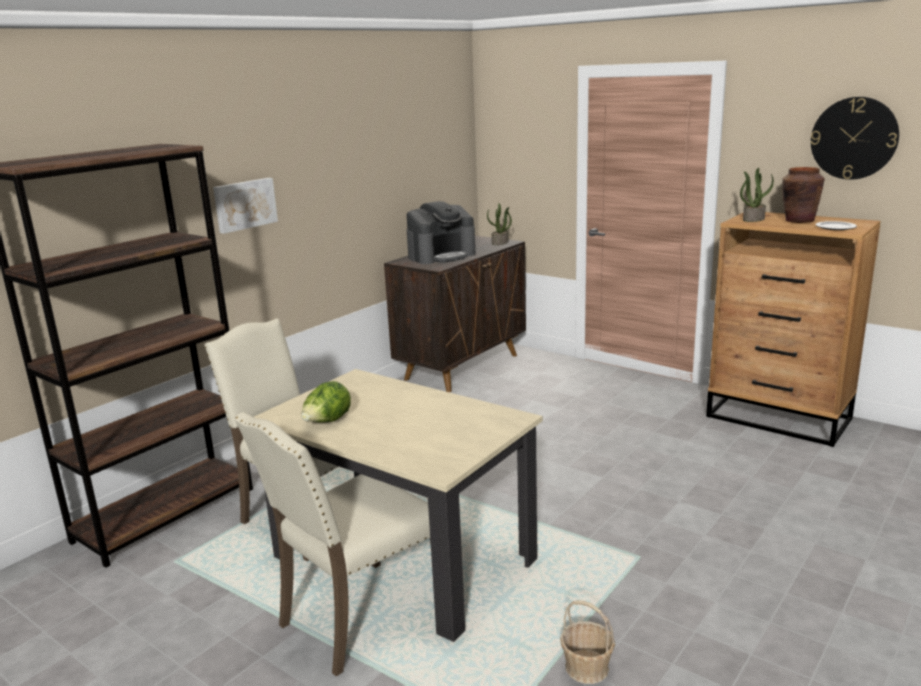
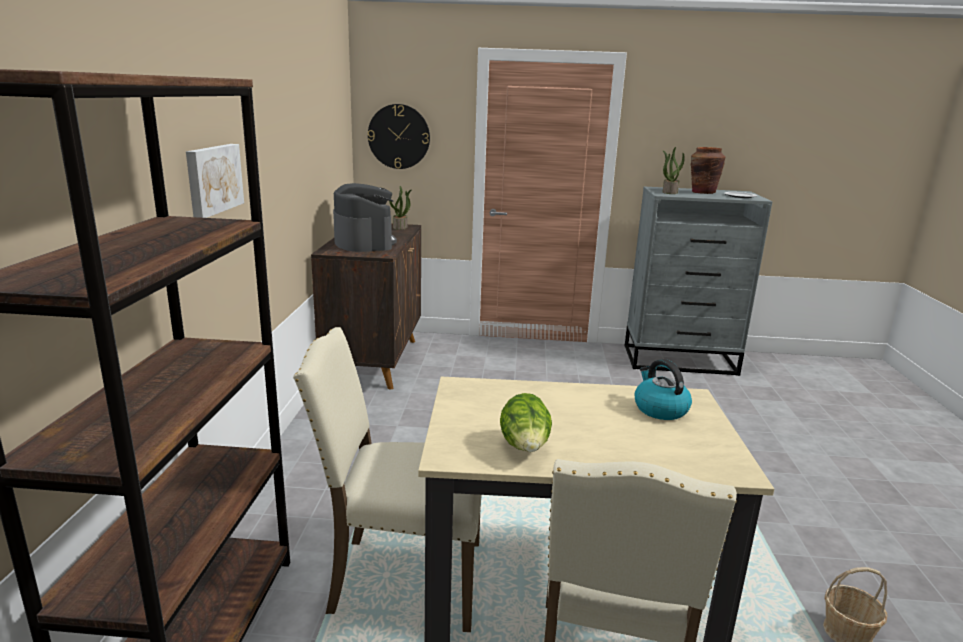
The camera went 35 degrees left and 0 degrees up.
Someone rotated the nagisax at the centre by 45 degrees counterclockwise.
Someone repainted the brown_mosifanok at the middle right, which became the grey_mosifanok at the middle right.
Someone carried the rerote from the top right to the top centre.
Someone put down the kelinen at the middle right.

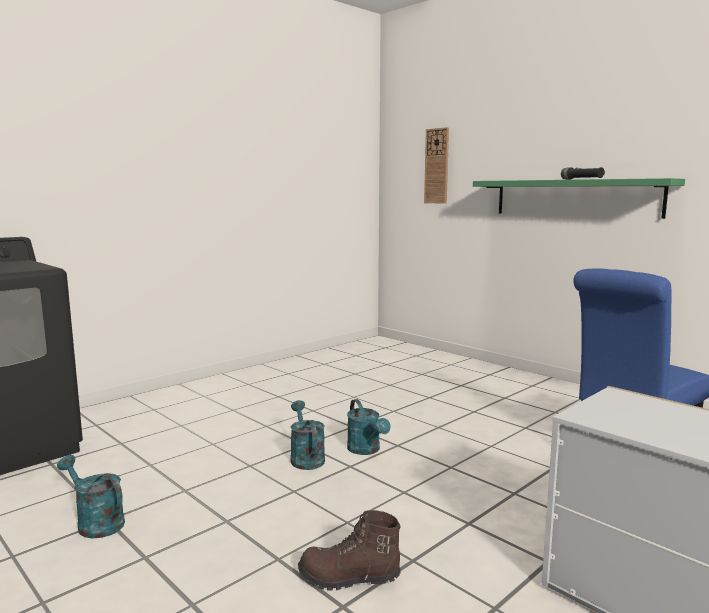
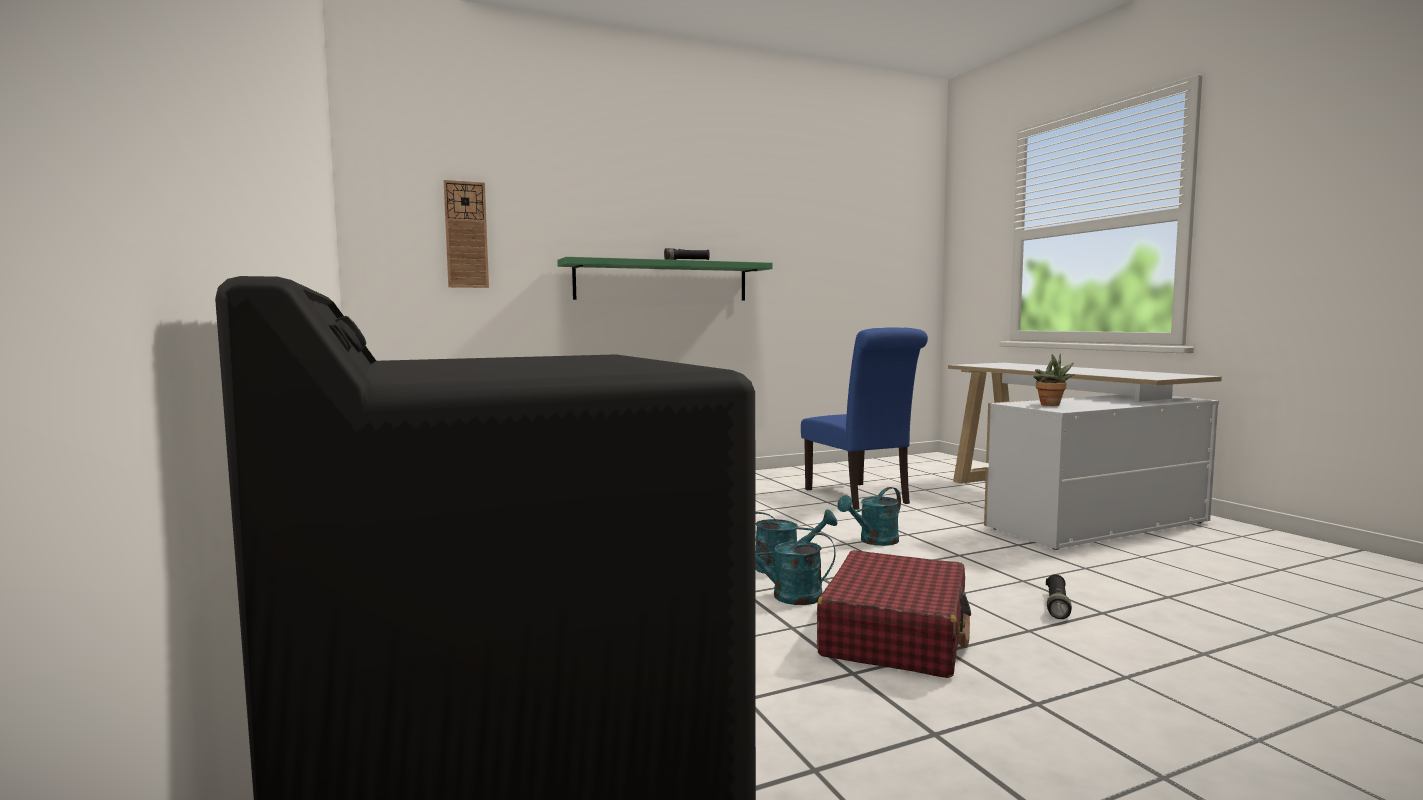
The camera went 70 degrees left and 5 degrees down.
Someone carried the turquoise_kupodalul (no. 1 from left in the first image) from the bottom left to the centre.
Someone swapped the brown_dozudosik at the bottom centre for the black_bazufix (no. 2 from left) at the bottom right.
Someone put down the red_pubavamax at the bottom centre.
Someone put down the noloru at the middle right.

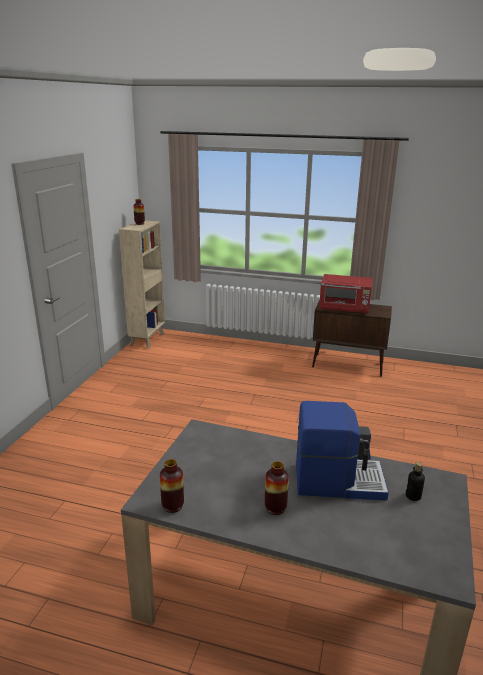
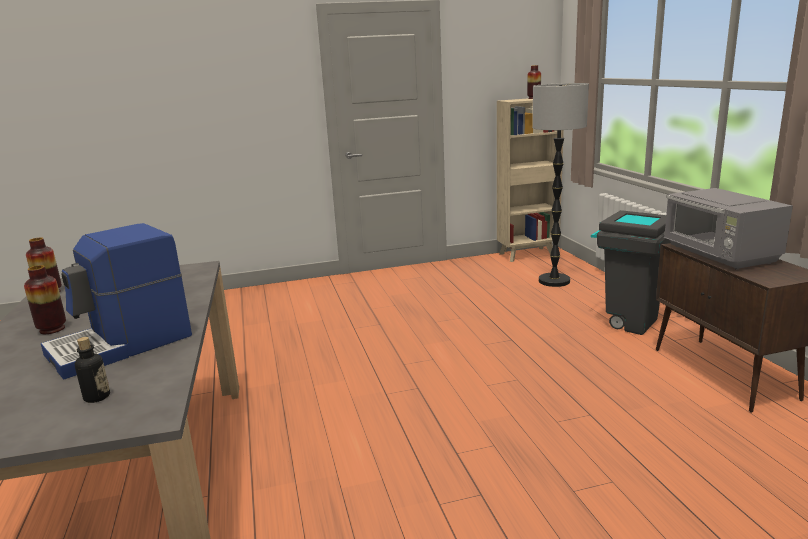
The camera went 60 degrees right and 5 degrees down.
Someone rotated the nagisax at the bottom right by 75 degrees clockwise.
Someone repainted the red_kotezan at the middle right, which became the grey_kotezan at the middle right.
Someone put down the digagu at the middle right.
Someone put down the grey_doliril at the middle right.

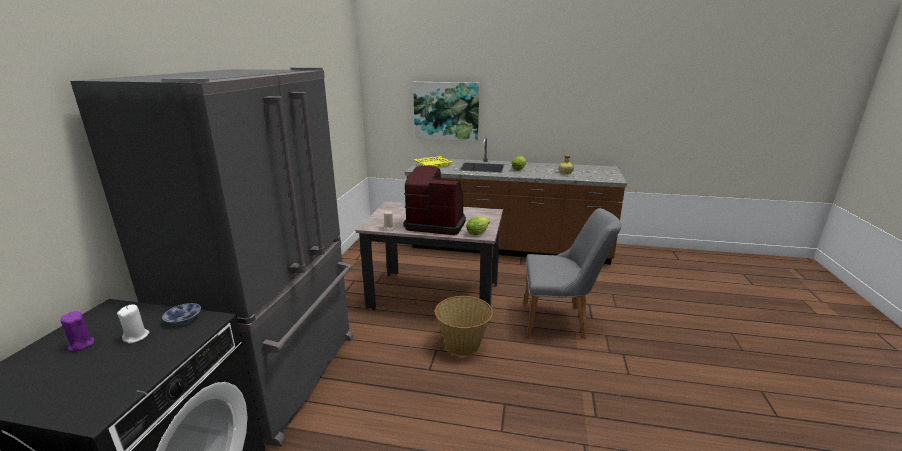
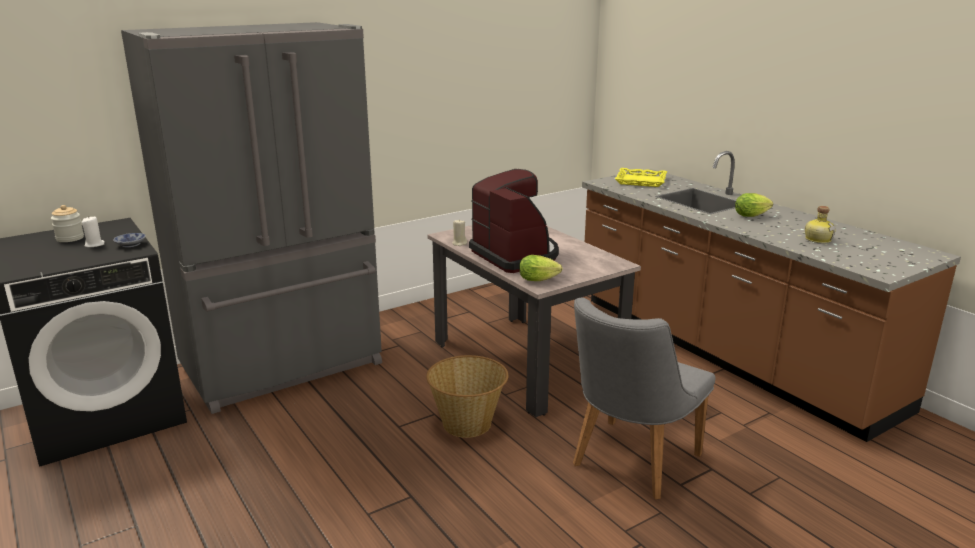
The camera went 45 degrees right and 0 degrees up.
Someone swapped the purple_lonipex at the bottom left for the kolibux at the middle left.
Someone took away the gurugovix at the top centre.
Someone rotated the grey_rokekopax at the centre by 75 degrees clockwise.

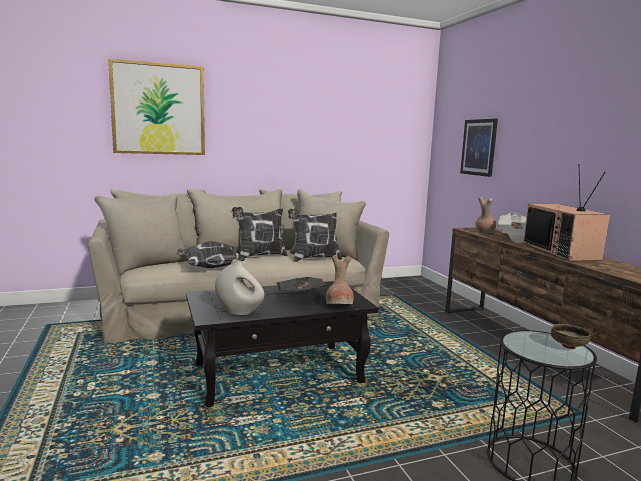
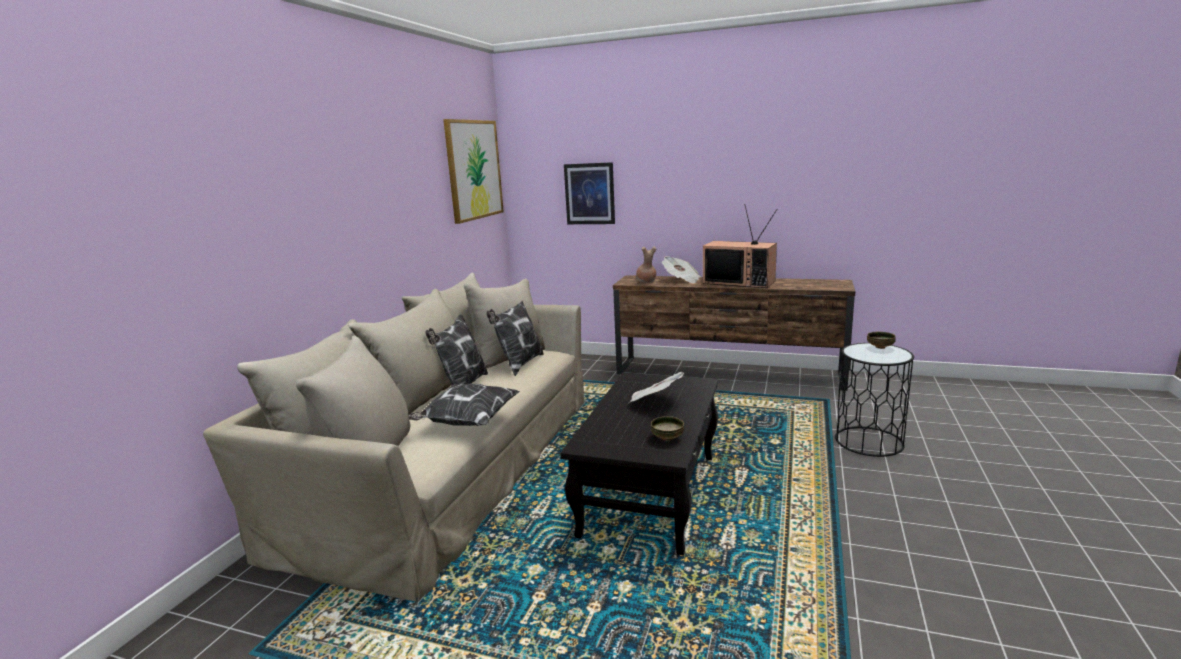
The camera went 50 degrees left and 5 degrees up.
Someone carried the gurugovix (no. 1 from left) from the top left to the top centre.
Someone swapped the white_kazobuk at the centre for the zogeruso (no. 1 from left) at the centre.
Someone took away the brown_kazobuk (no. 1 from left) at the centre.

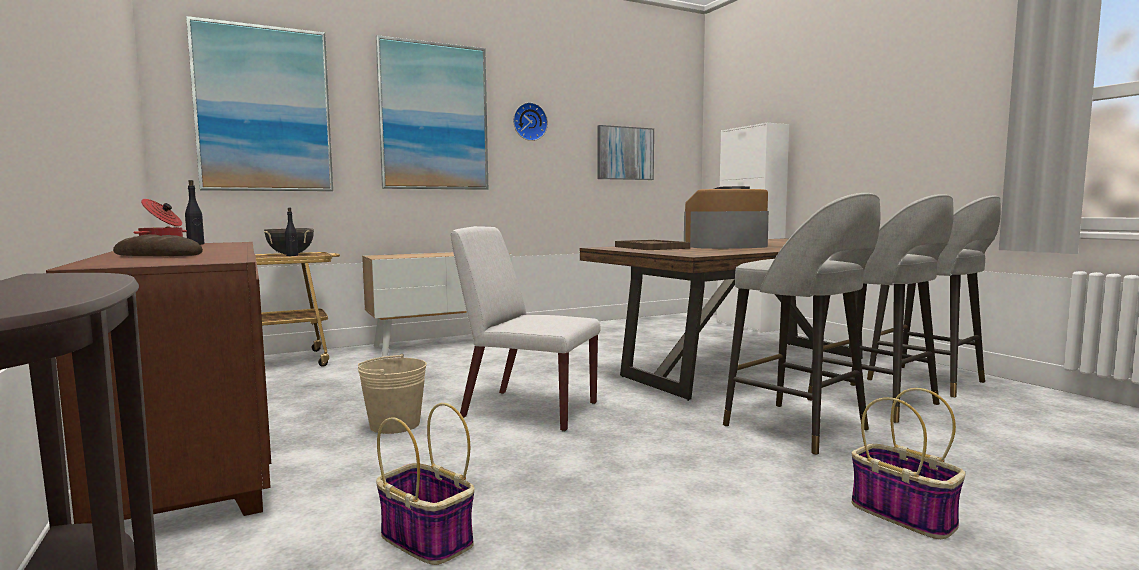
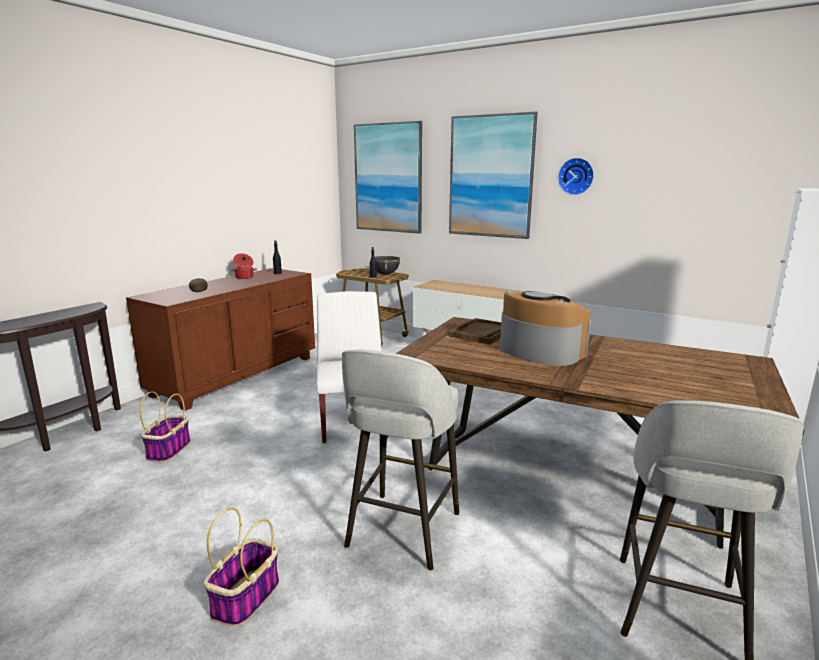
The camera went 60 degrees right and 10 degrees up.
Someone took away the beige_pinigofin at the bottom centre.
Someone took away the gurugovix (no. 3 from left) at the top centre.
Someone took away the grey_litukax (no. 2 from left) at the middle right.

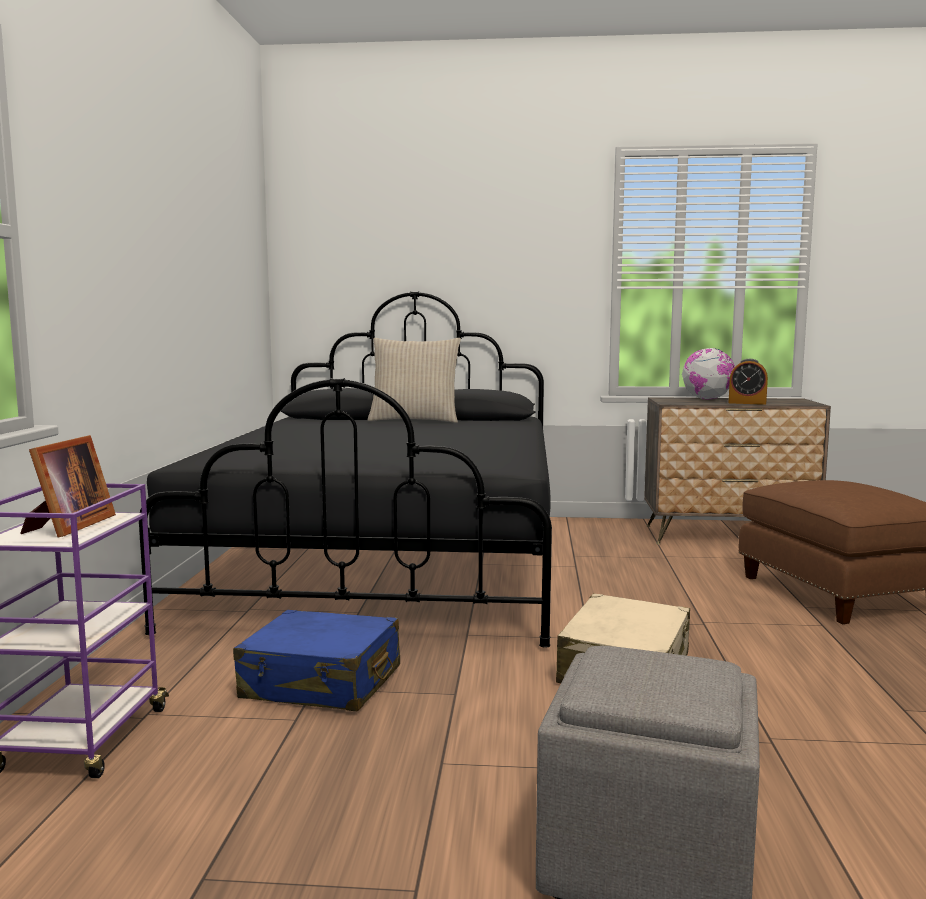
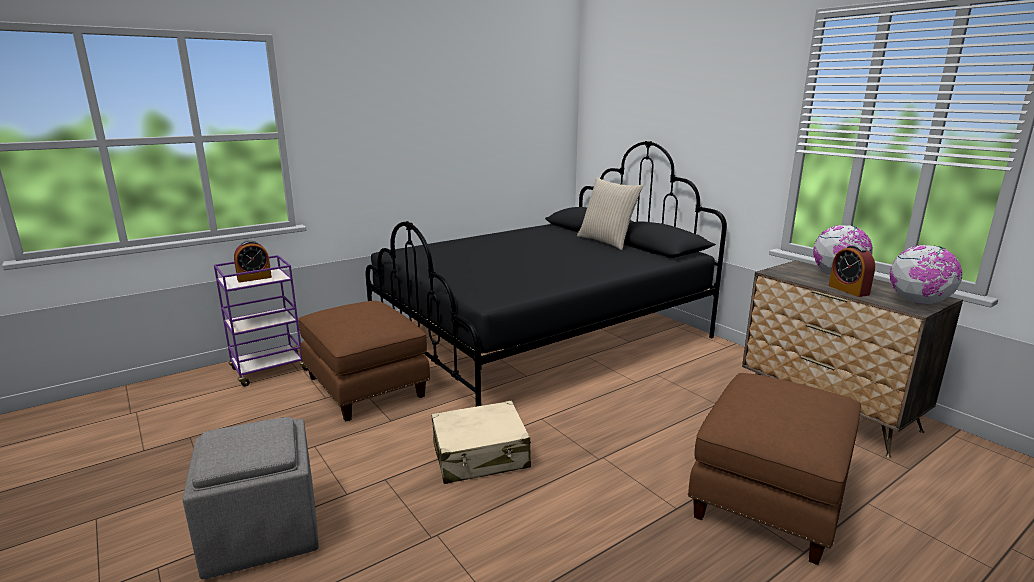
The camera went 50 degrees right and 10 degrees up.
Someone swapped the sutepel at the middle left for the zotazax (no. 1 from left) at the middle left.
Someone swapped the blue_pubavamax at the bottom centre for the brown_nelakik (no. 1 from left) at the centre.
Someone put down the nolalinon (no. 2 from left) at the middle right.

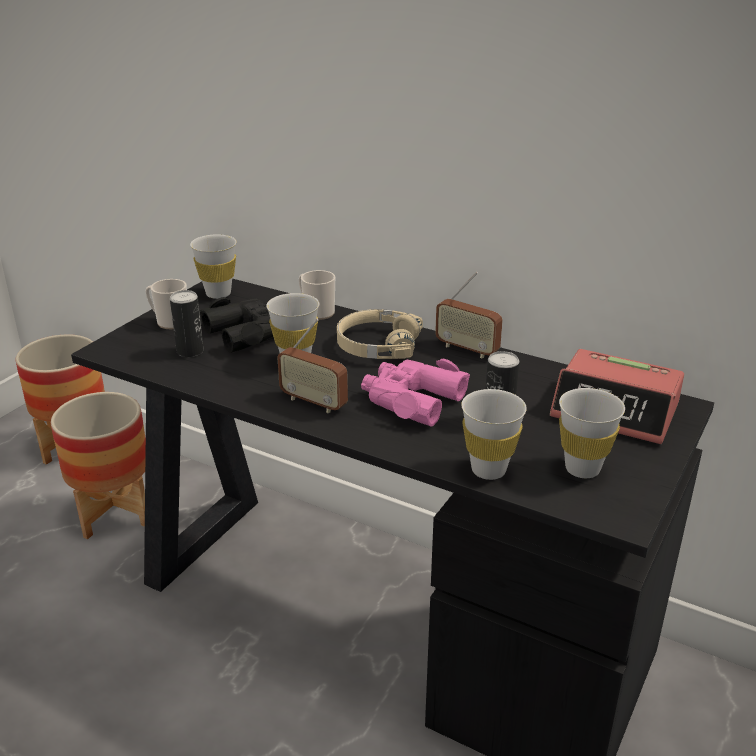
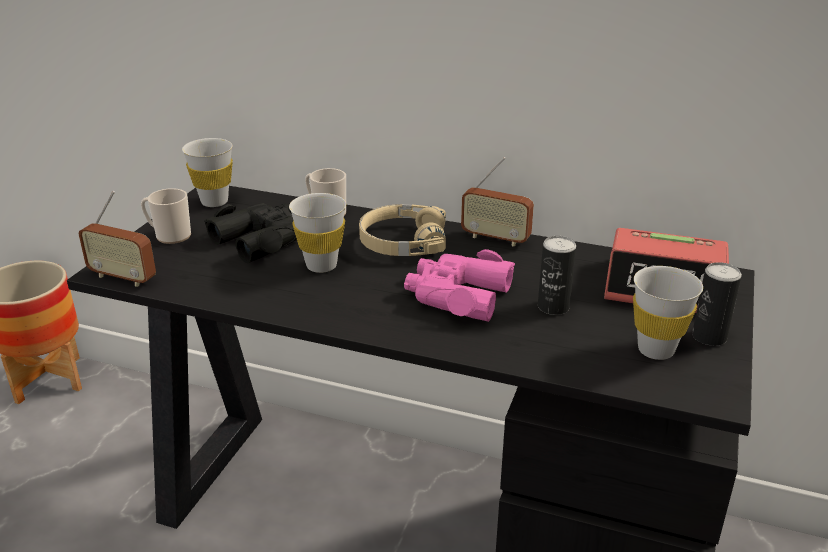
The camera went 10 degrees left and 0 degrees up.
Someone took away the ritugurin (no. 2 from left) at the middle left.
Someone carried the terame (no. 1 from left in the first image) from the middle left to the middle right.
Someone carried the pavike (no. 1 from left) from the centre to the middle left.
Someone took away the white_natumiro (no. 3 from left) at the centre.

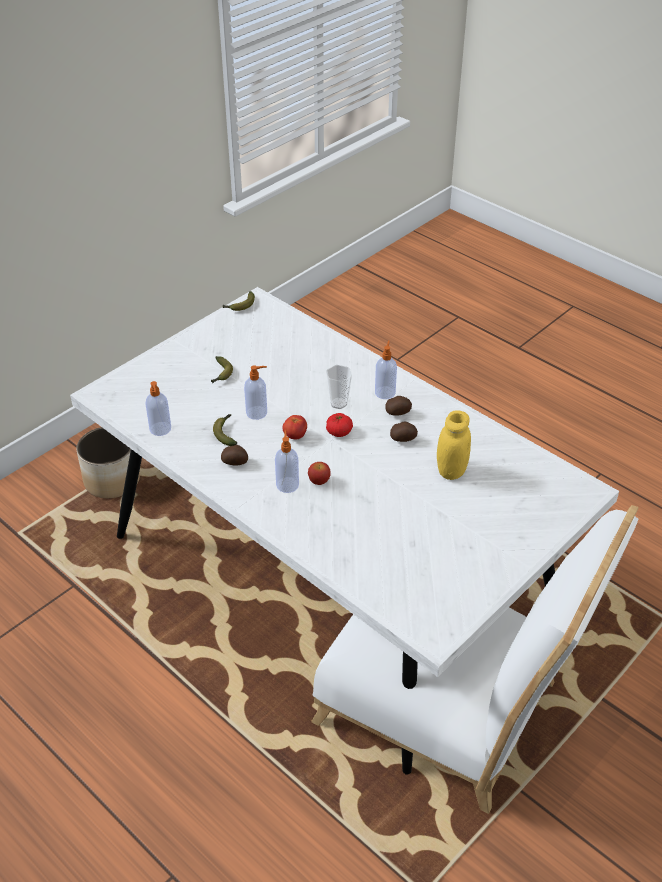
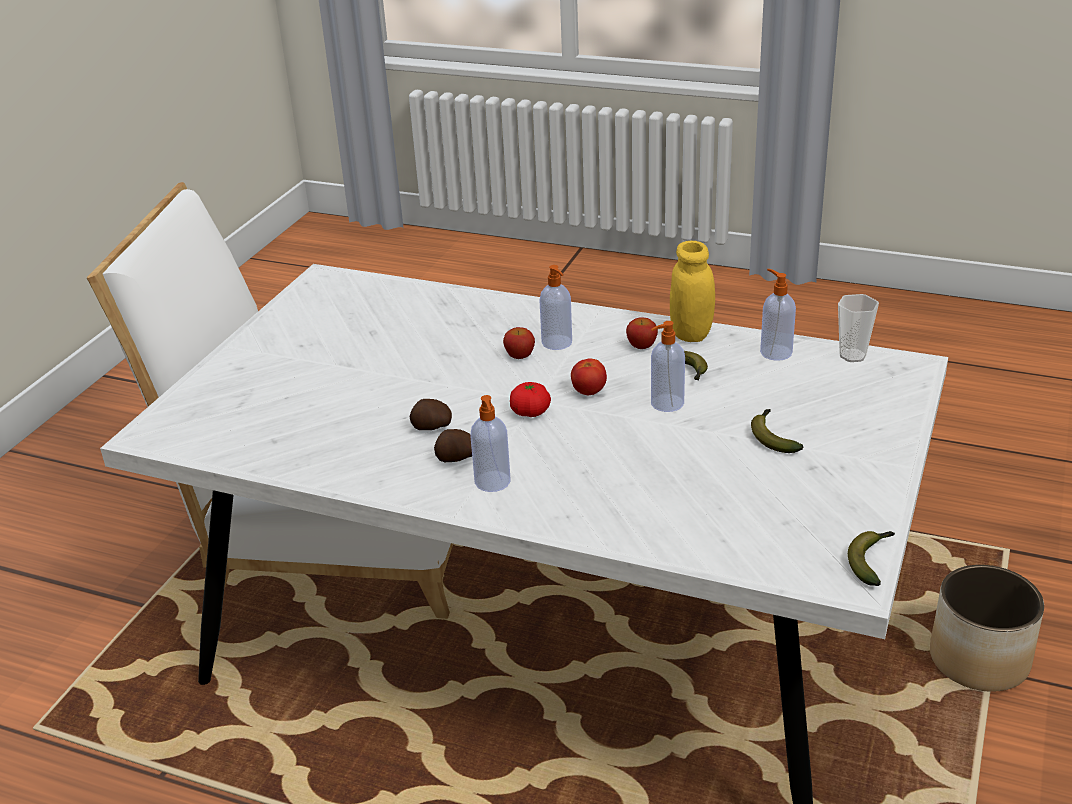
The camera went 160 degrees right and 10 degrees down.
Someone swapped the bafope (no. 1 from left) at the centre for the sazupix (no. 2 from left) at the centre.
Someone carried the natumiro from the centre to the middle right.
Someone carried the yellow_kolibux from the middle right to the centre.

